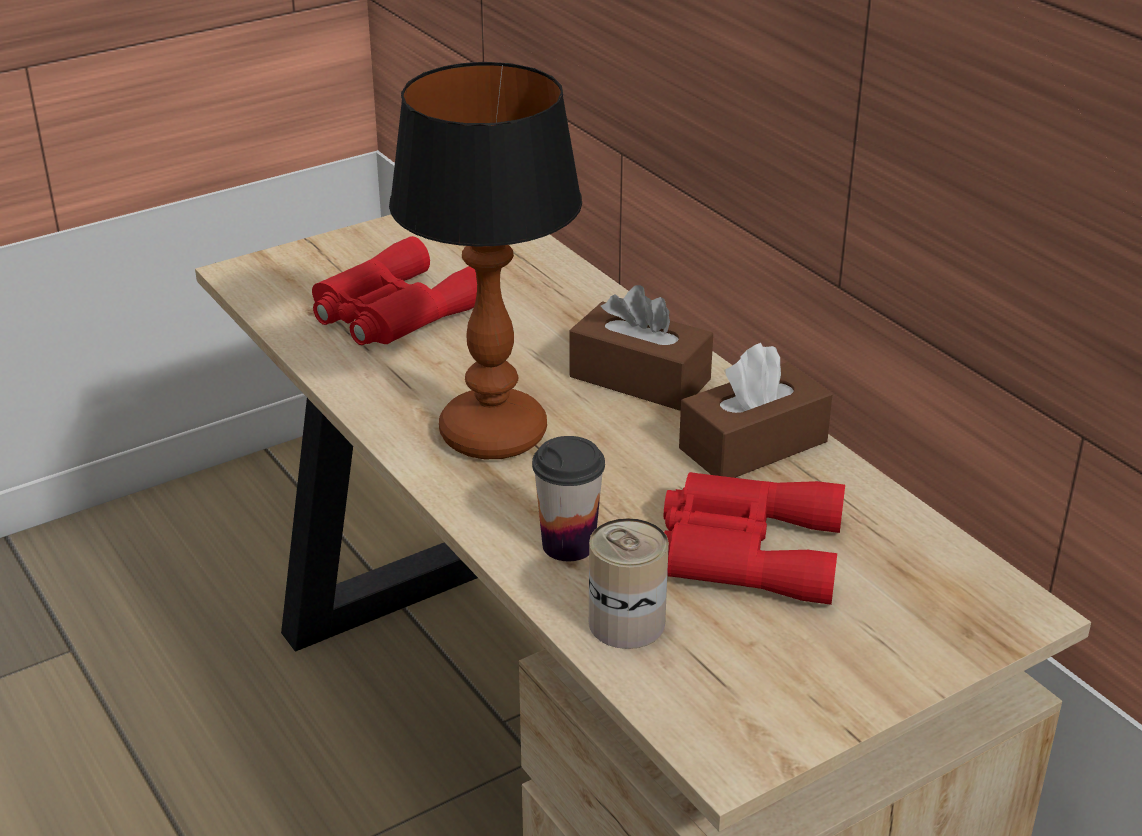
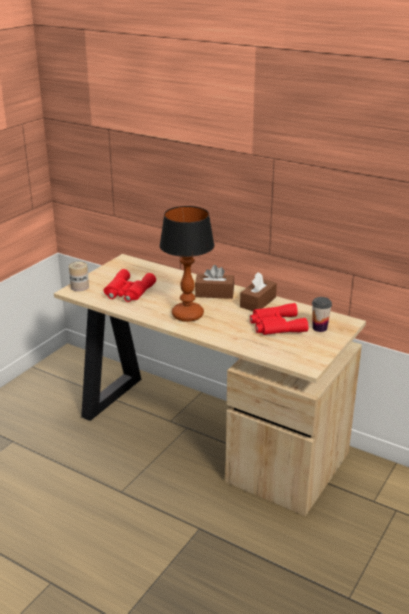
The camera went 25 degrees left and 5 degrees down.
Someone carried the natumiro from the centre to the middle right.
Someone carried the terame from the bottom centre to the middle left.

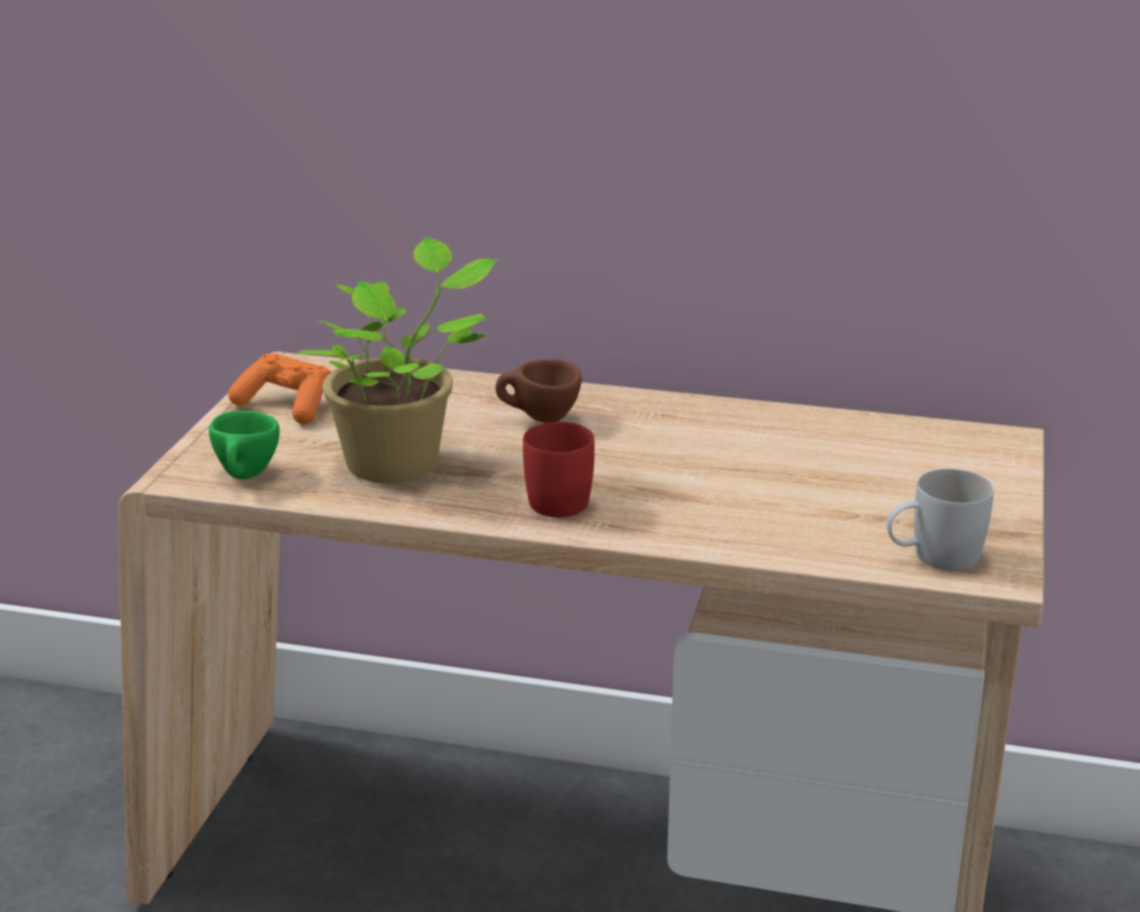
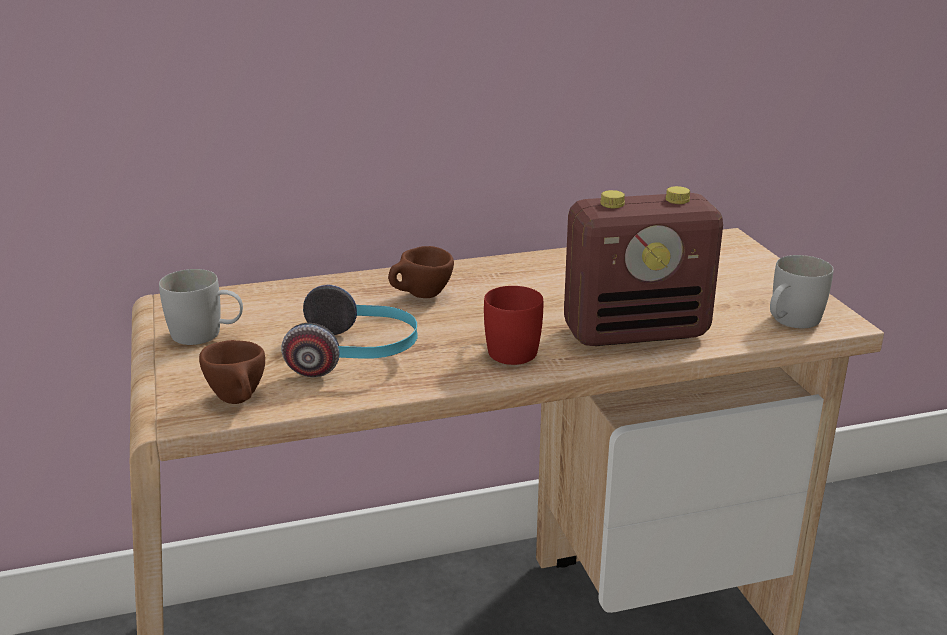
The camera went 30 degrees left and 0 degrees up.
Someone repainted the green_natumiro at the middle left, which became the brown_natumiro (no. 1 from left) at the middle left.
Someone swapped the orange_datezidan at the middle left for the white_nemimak (no. 1 from left) at the middle left.
Someone swapped the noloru at the centre for the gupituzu at the centre.
Someone put down the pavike at the middle right.

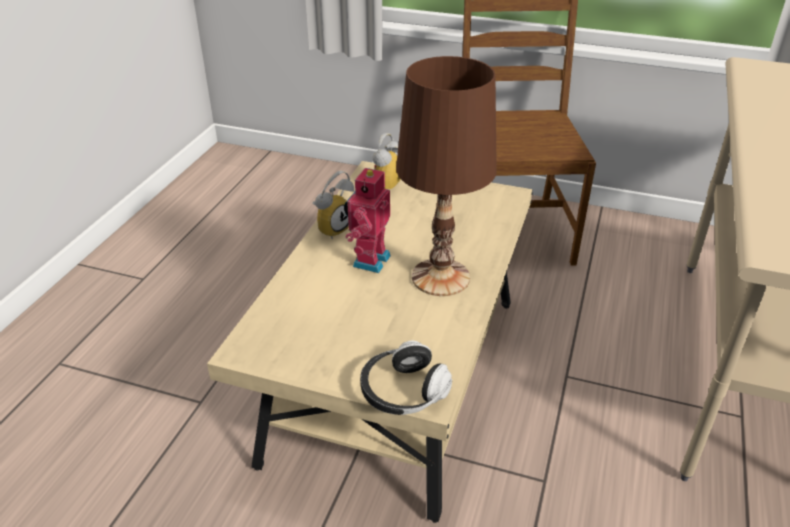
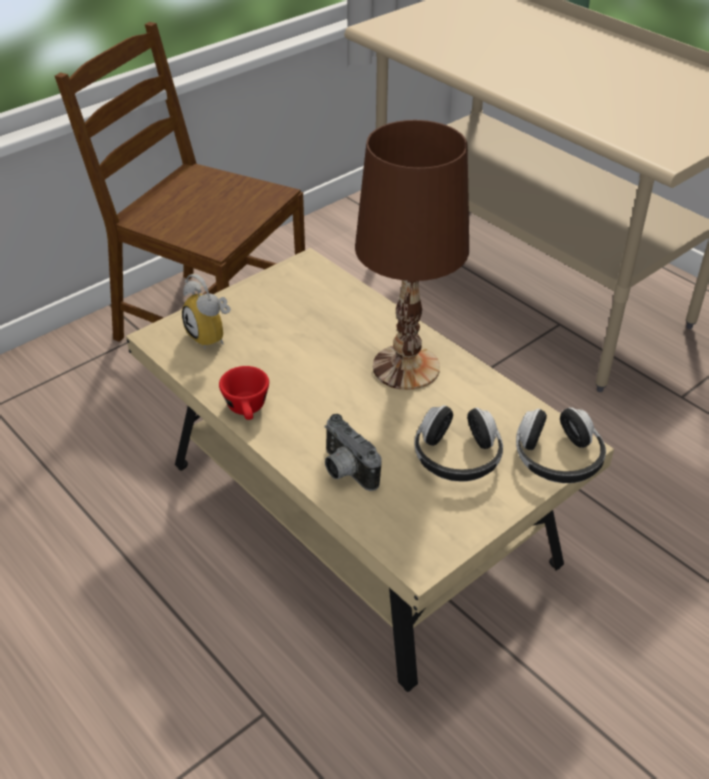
The camera went 60 degrees left and 5 degrees up.
Someone swapped the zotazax (no. 1 from left) at the centre for the red_natumiro at the centre.
Someone took away the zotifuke at the centre.
Someone put down the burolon at the centre.
Someone put down the gupituzu (no. 1 from left) at the centre.

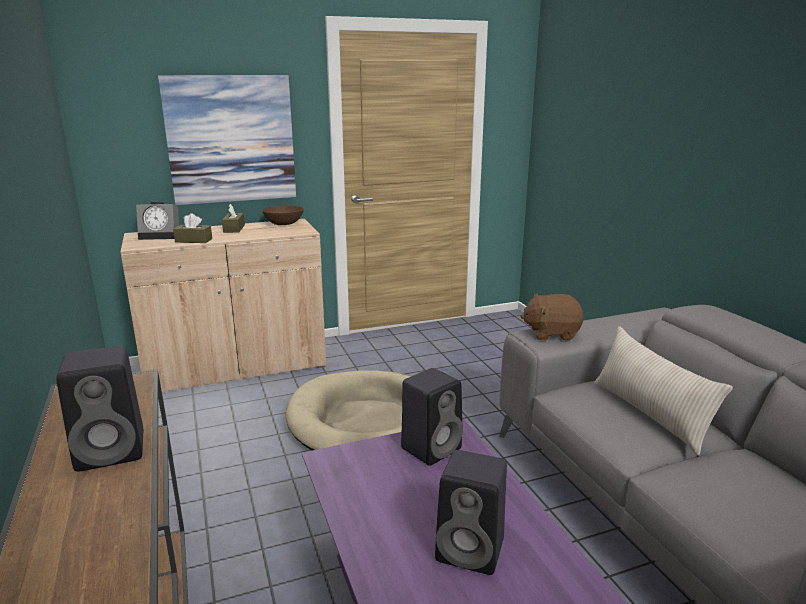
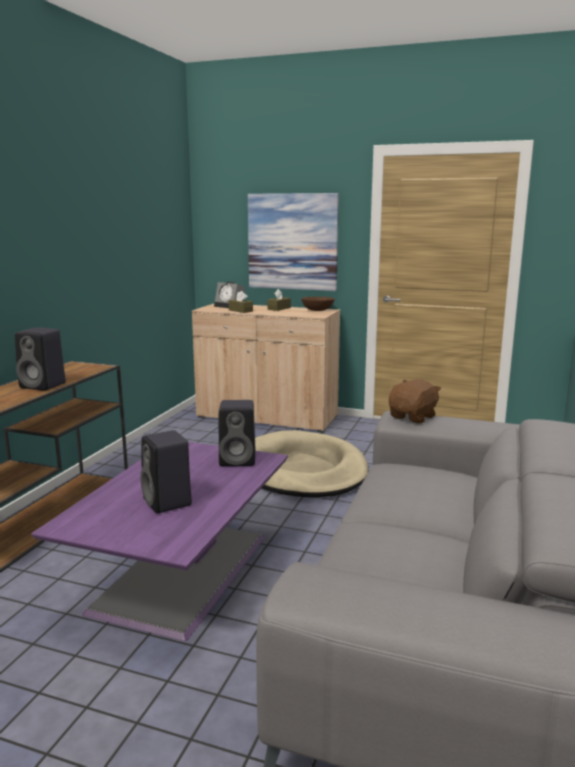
The camera went 40 degrees right and 5 degrees down.
Someone rotated the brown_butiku at the middle right by 90 degrees clockwise.
Someone took away the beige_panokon at the middle right.

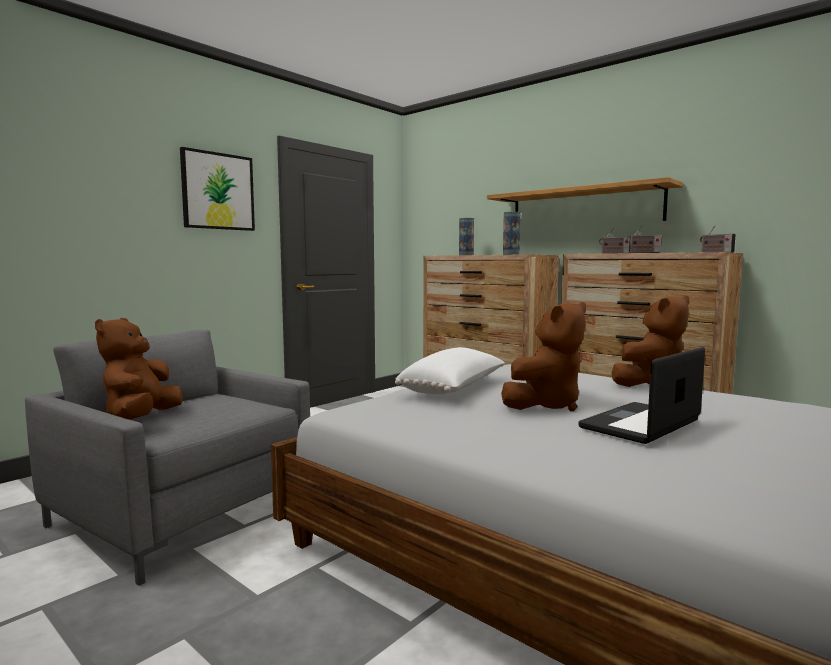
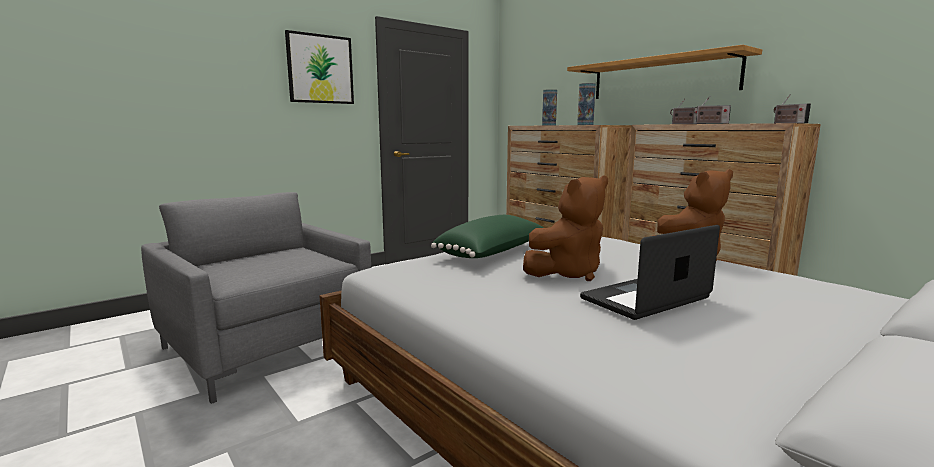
The camera went 10 degrees right and 5 degrees up.
Someone took away the brown_butiku (no. 1 from left) at the middle left.
Someone repainted the white_panokon at the centre, which became the green_panokon at the centre.

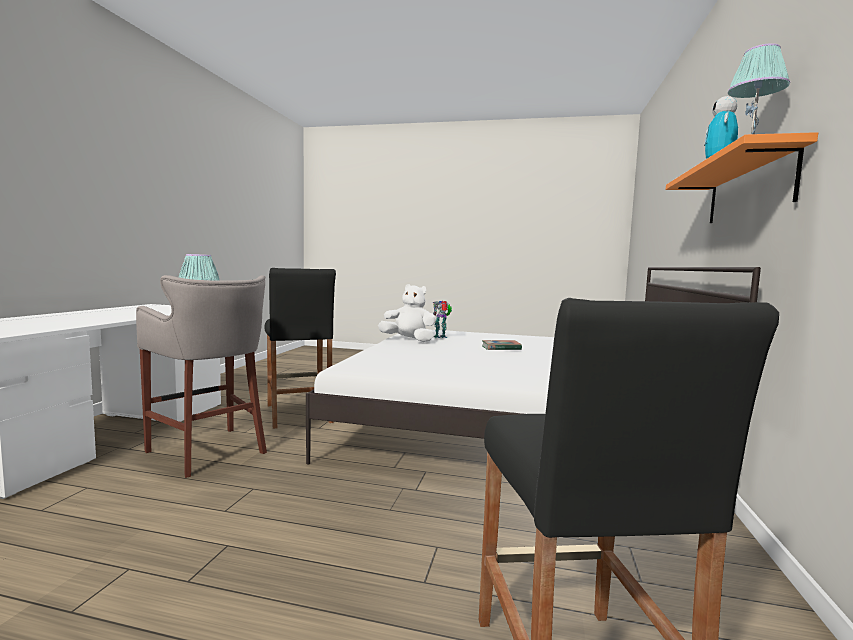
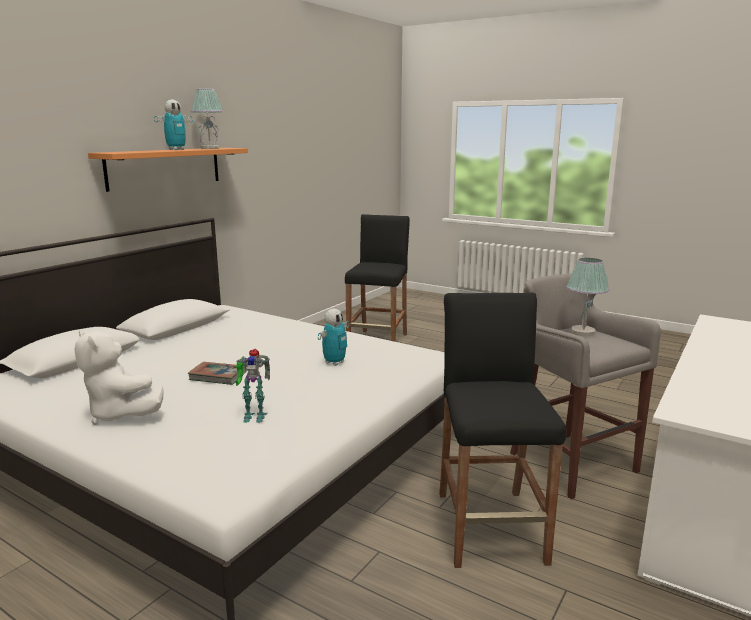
The camera went 160 degrees left and 10 degrees up.
Someone carried the white_butiku from the centre to the middle left.
Someone put down the zotifuke (no. 3 from left) at the centre.

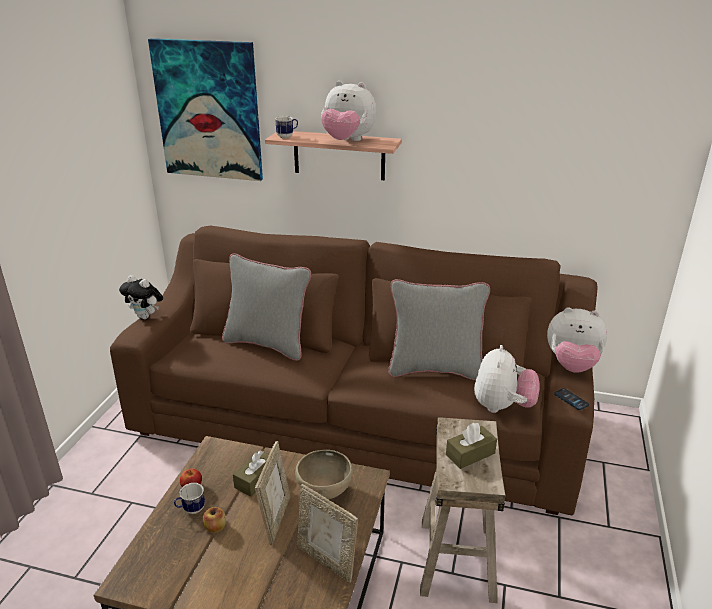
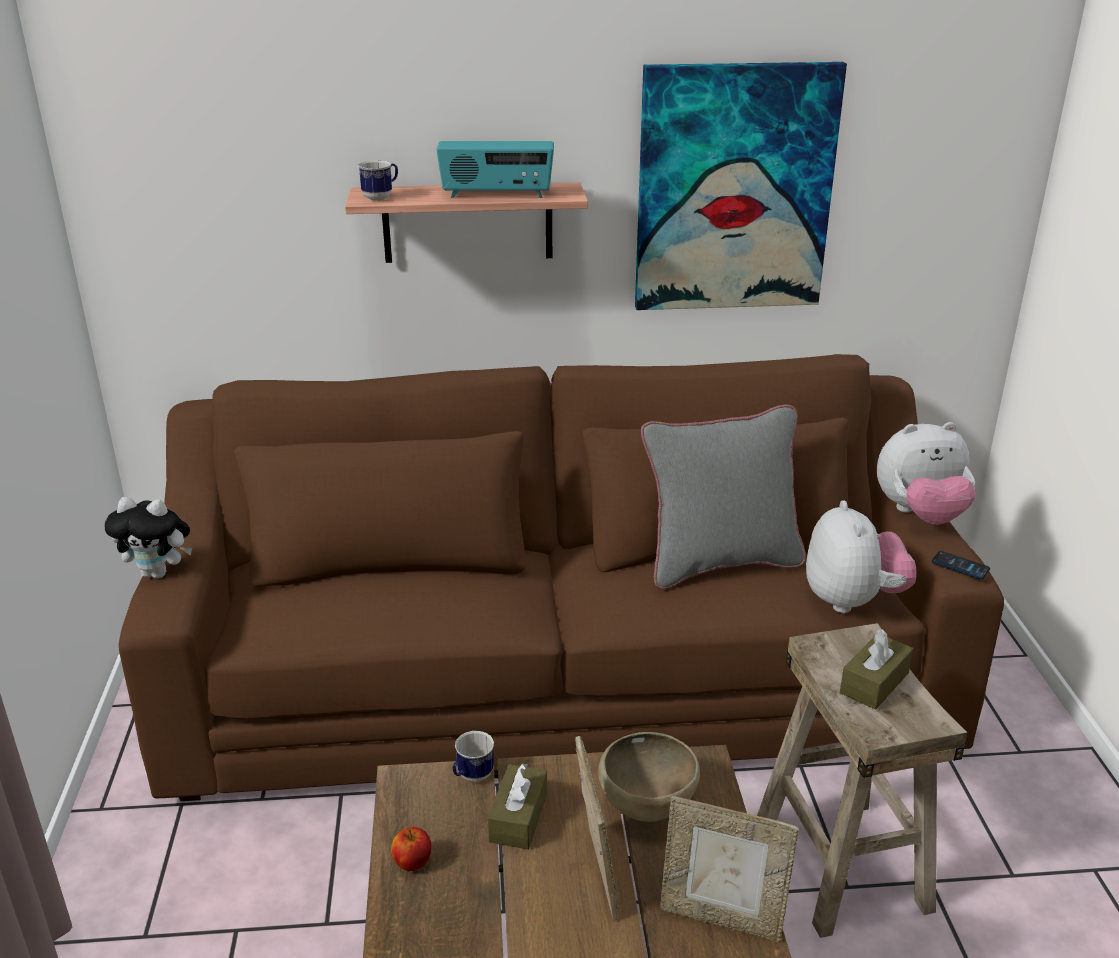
The camera went 20 degrees left and 0 degrees up.
Someone carried the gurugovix from the top left to the top centre.
Someone carried the nemimak (no. 1 from left in the first image) from the bottom left to the bottom centre.
Someone took away the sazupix (no. 2 from left) at the bottom left.
Someone took away the grey_panokon (no. 1 from left) at the centre.
Someone swapped the butiku (no. 2 from left) at the top centre for the pavike at the top centre.

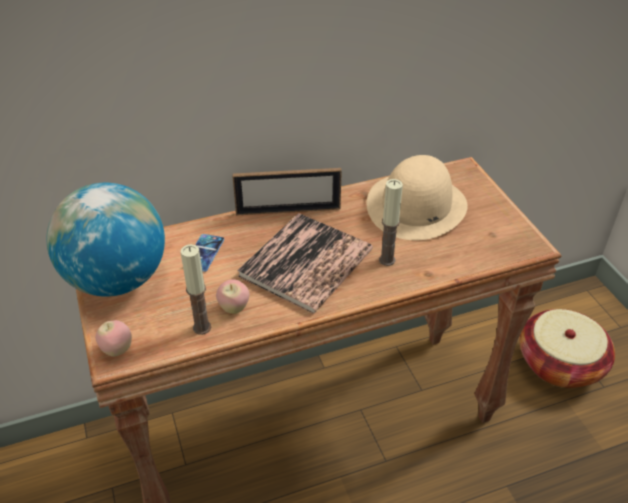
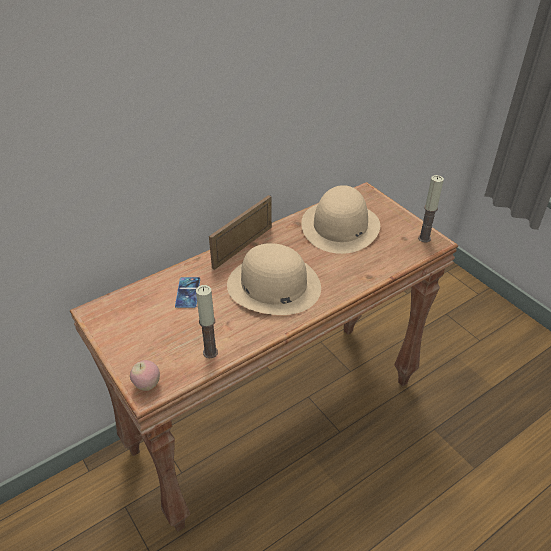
The camera went 15 degrees left and 0 degrees up.
Someone took away the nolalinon at the middle left.
Someone took away the sazupix (no. 2 from left) at the centre.
Someone rotated the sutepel at the centre by 150 degrees clockwise.
Someone swapped the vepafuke at the centre for the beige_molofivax (no. 1 from left) at the centre.
Someone carried the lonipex (no. 2 from left) from the centre to the middle right.
Someone took away the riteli at the bottom right.

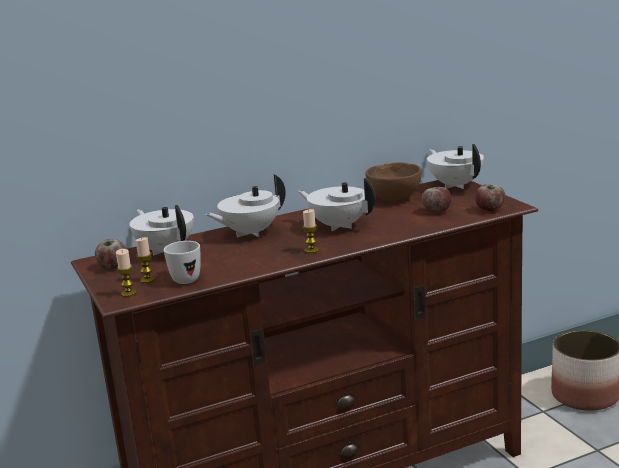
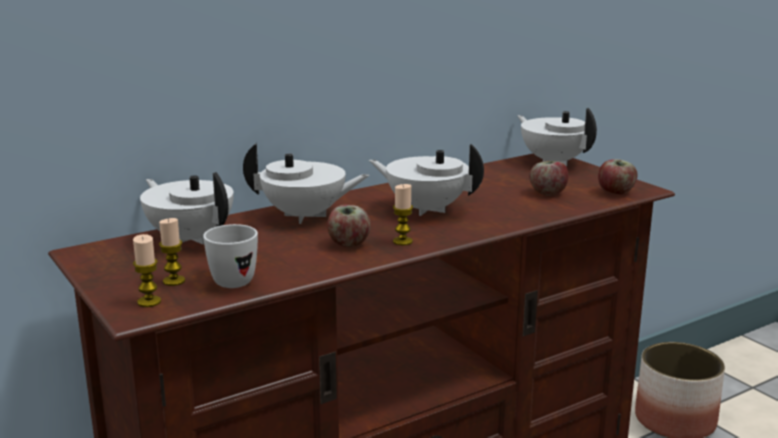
The camera went 10 degrees left and 0 degrees up.
Someone carried the sazupix (no. 1 from left) from the middle left to the centre.
Someone rotated the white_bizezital (no. 2 from left) at the centre by 135 degrees counterclockwise.
Someone took away the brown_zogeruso at the centre.

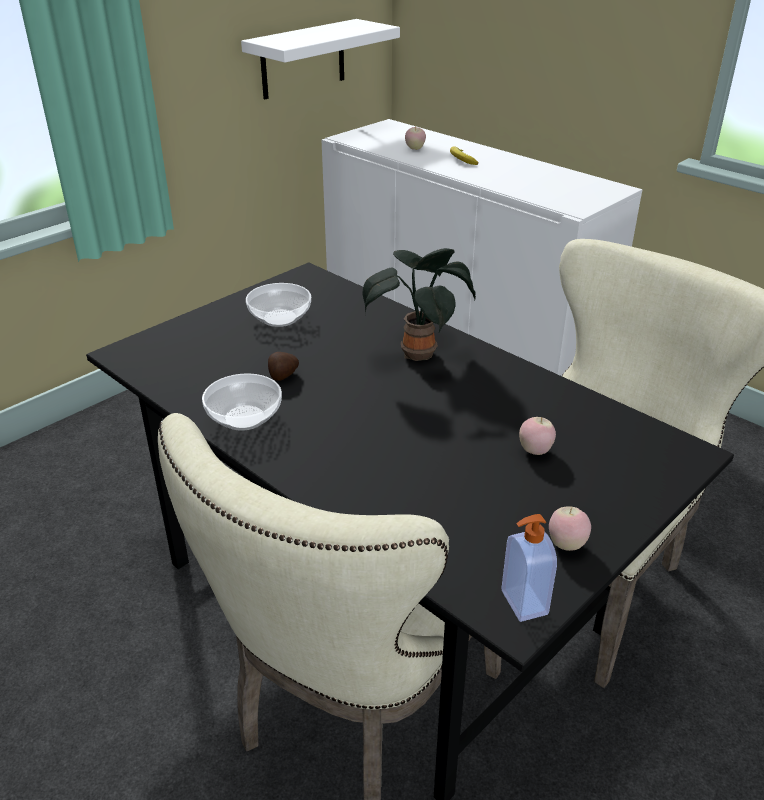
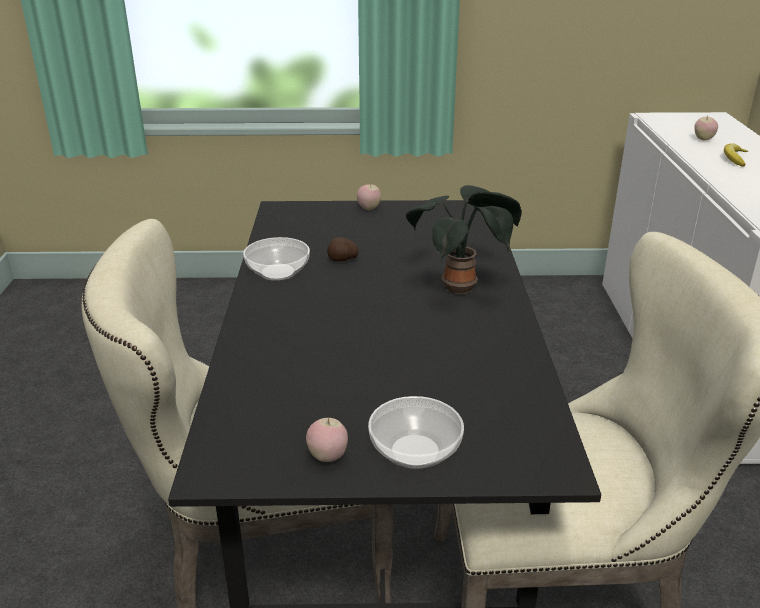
The camera went 45 degrees right and 5 degrees down.
Someone took away the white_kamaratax at the top centre.
Someone carried the zogeruso (no. 2 from left) from the centre to the bottom centre.
Someone took away the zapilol at the bottom right.
Someone carried the sazupix (no. 2 from left) from the middle right to the top centre.

